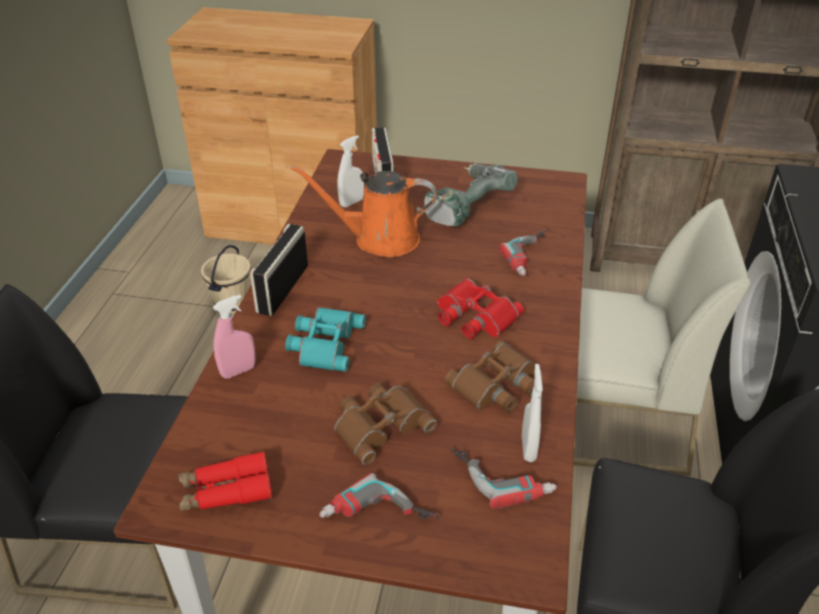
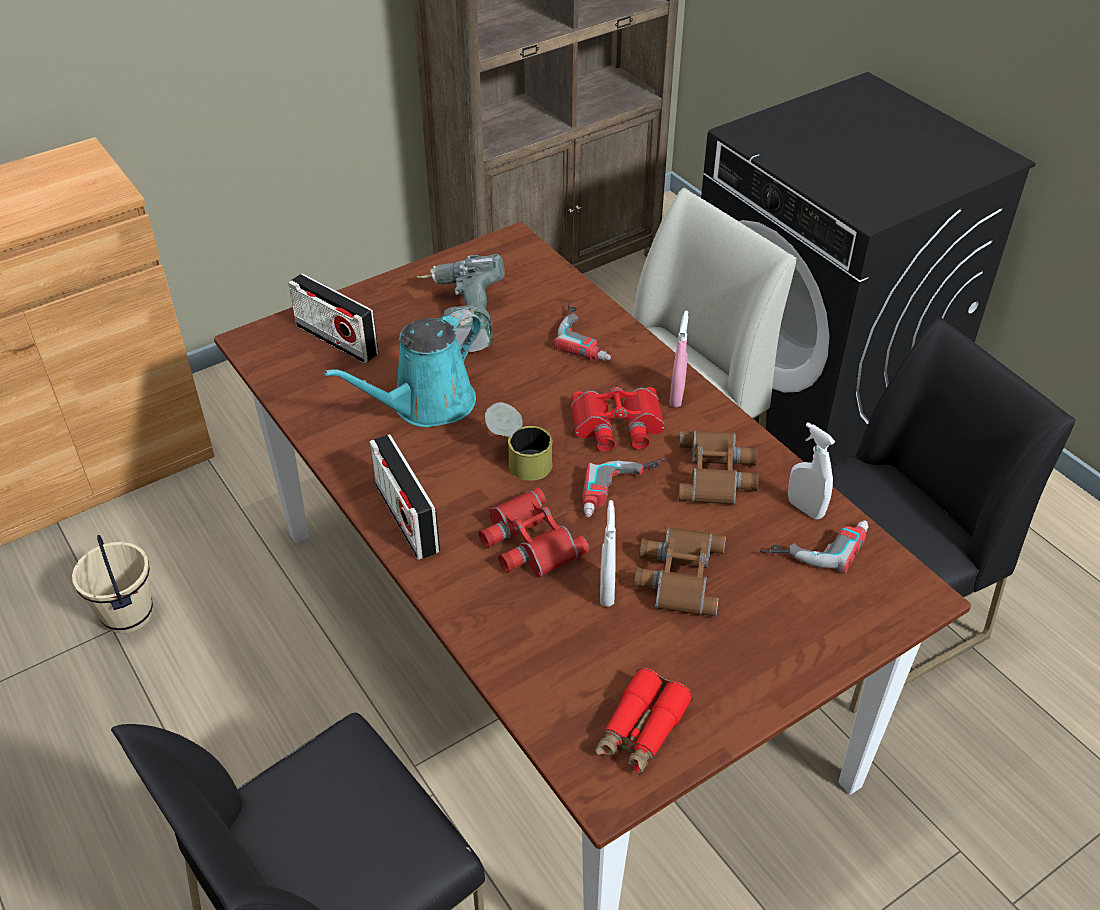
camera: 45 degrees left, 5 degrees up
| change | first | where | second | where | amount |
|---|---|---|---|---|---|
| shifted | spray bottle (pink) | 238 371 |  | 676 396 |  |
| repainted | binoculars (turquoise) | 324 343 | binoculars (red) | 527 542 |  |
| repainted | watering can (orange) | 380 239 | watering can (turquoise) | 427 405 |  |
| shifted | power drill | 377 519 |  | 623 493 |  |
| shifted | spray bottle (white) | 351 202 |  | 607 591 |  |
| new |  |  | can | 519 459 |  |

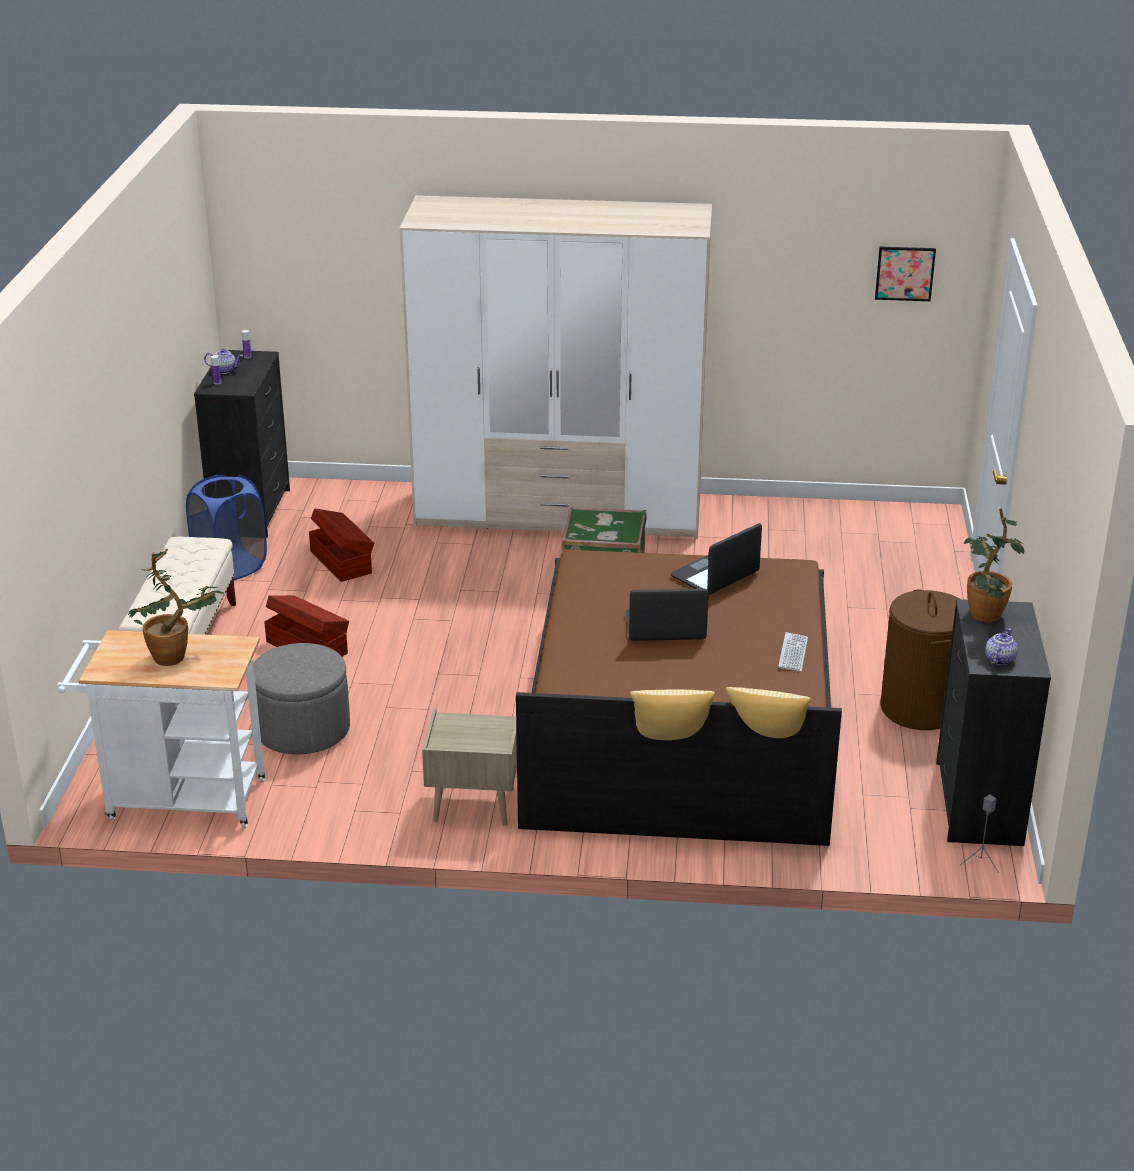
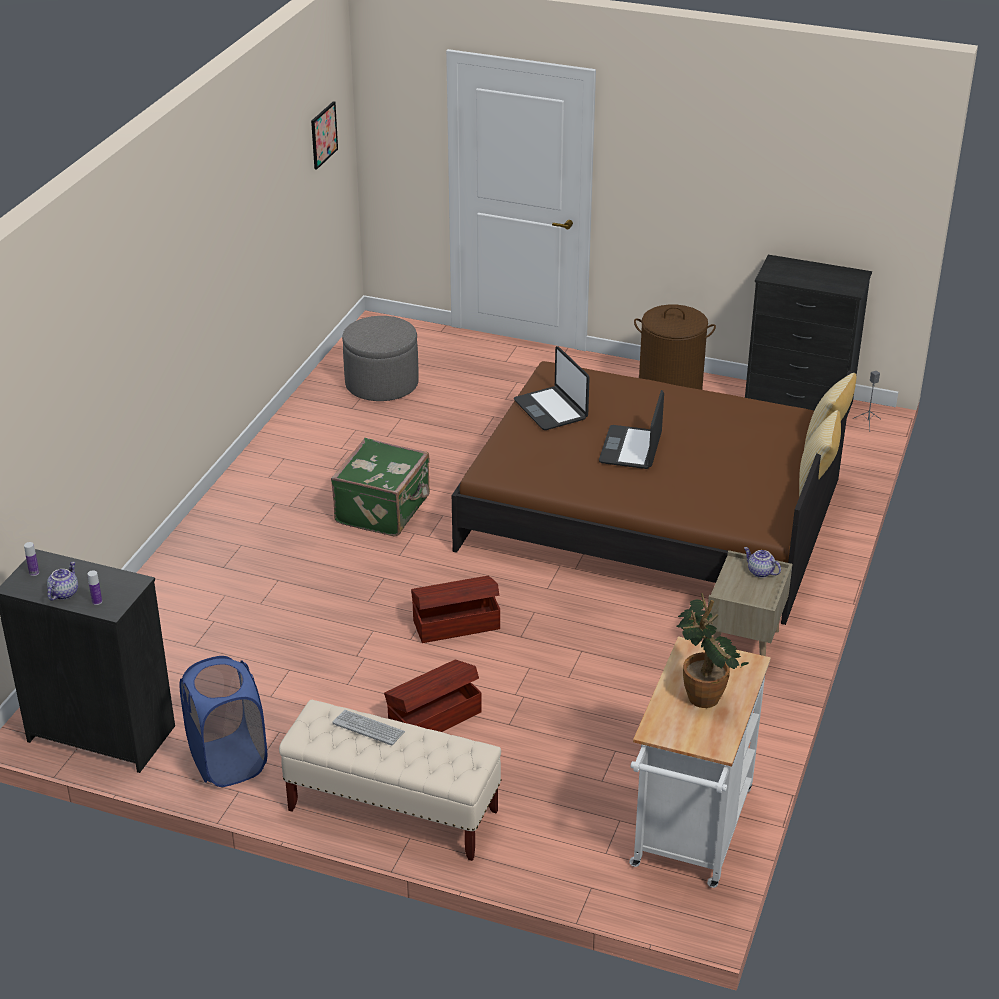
camera: 75 degrees left, 5 degrees up
| change | first | where | second | where | amount |
|---|---|---|---|---|---|
| shifted | ottoman (grey) | 303 730 |  | 381 384 |  |
| shifted | storage box (brown) | 341 561 |  | 455 624 |  |
| gone | wardrobe | 559 512 |  |  |  |
| shifted | keyboard | 793 653 |  | 368 728 |  |
| gone | potted plant | 983 618 |  |  |  |
| shifted | teapot | 999 659 |  | 760 572 |  |

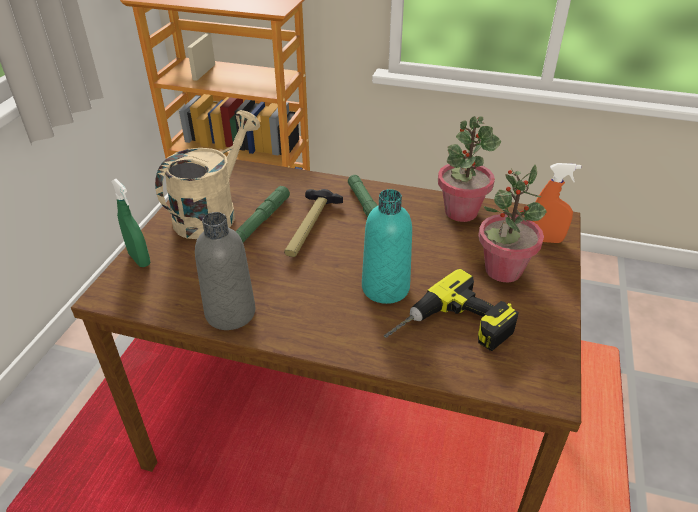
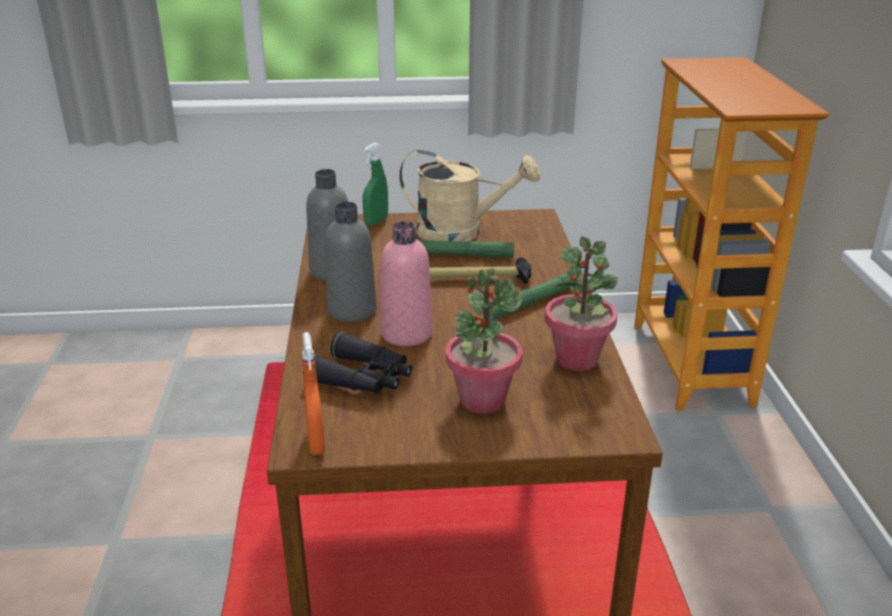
camera: 70 degrees right, 10 degrees down
| change | first | where | second | where | amount |
|---|---|---|---|---|---|
| repainted | bottle (turquoise) | 385 288 | bottle (pink) | 406 334 |  |
| swapped | power drill | 451 330 | binoculars (black) | 363 378 |  |
| shifted | spray bottle (orange) | 545 240 |  | 316 443 |  |
| new |  |  | bottle (grey) | 352 310 |  |

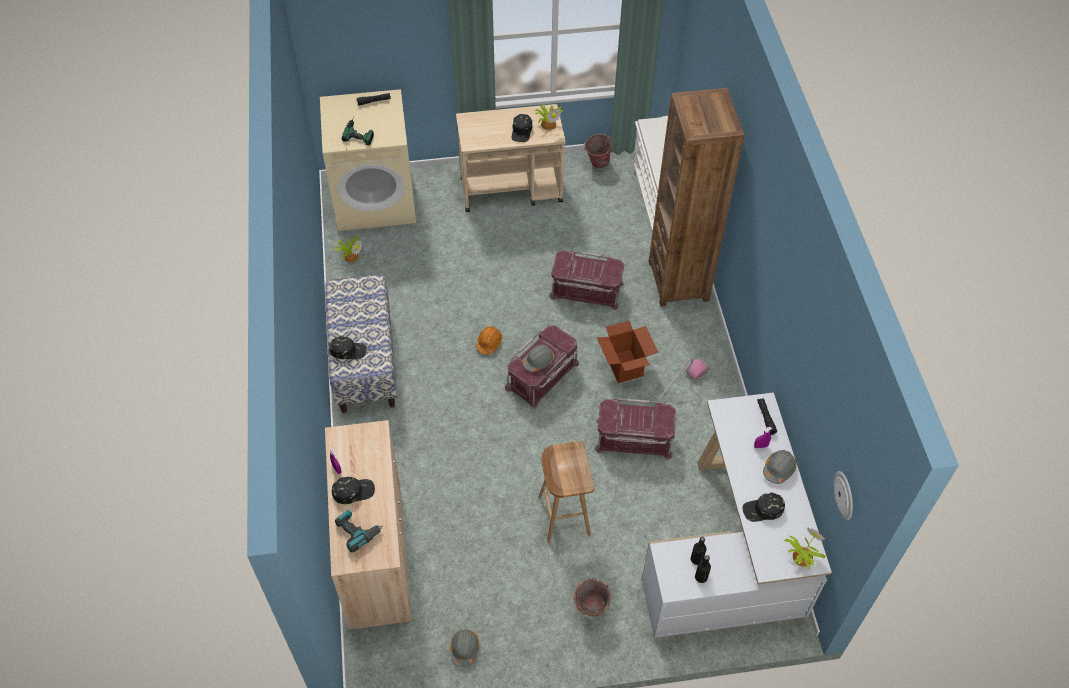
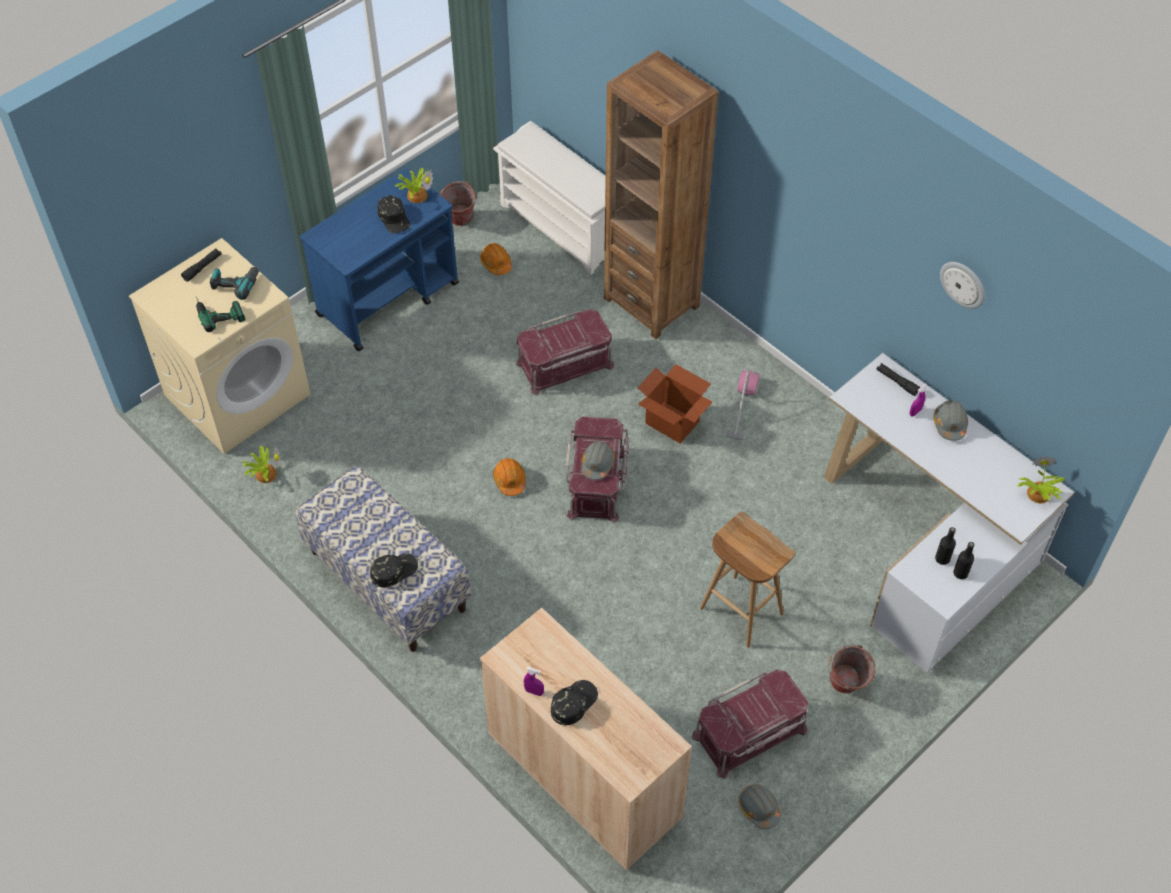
camera: 35 degrees left, 0 degrees up
| change | first | where | second | where | amount |
|---|---|---|---|---|---|
| shifted | power drill | 357 531 |  | 236 284 |  |
| repainted | cart (beige) | 512 189 | cart (blue) | 389 299 |  |
| shifted | storage box (red) | 634 439 |  | 750 734 |  |
| gone | cap (black) | 763 510 |  |  |  |
| shifted | wall clock | 845 495 |  | 963 284 |  |
| new |  |  | hard hat (orange) | 496 263 |  |

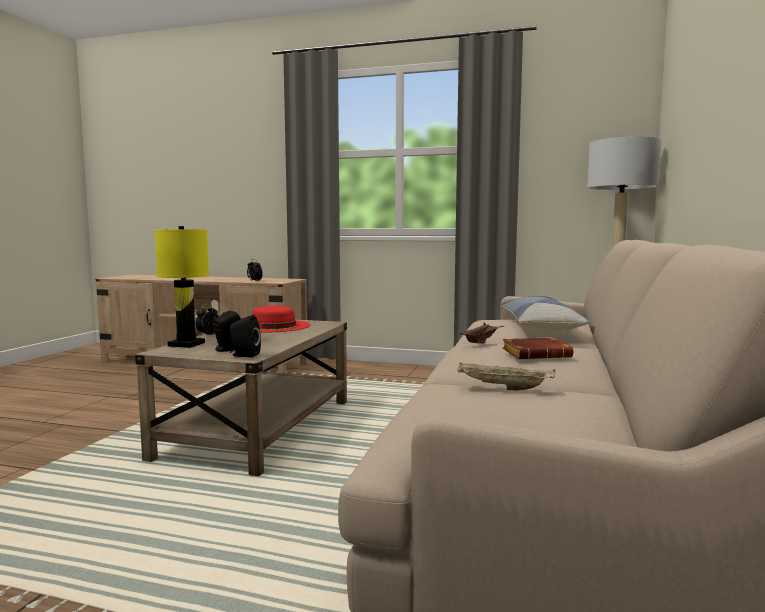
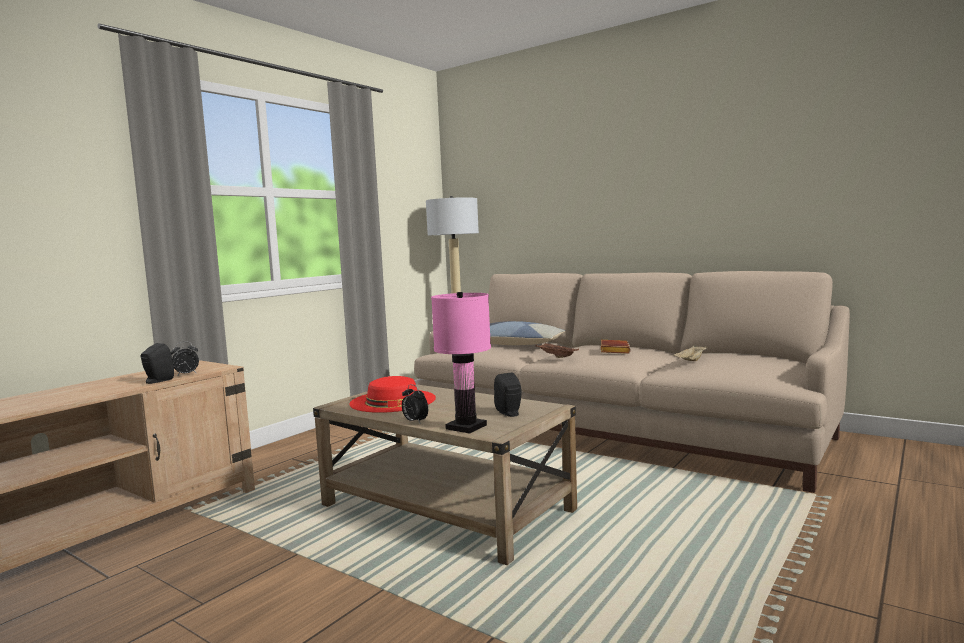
camera: 70 degrees left, 0 degrees up
| change | first | where | second | where | amount |
|---|---|---|---|---|---|
| repainted | table lamp (yellow) | 187 344 | table lamp (pink) | 466 427 |  |
| shifted | speaker (black) | 244 355 |  | 157 381 |  |

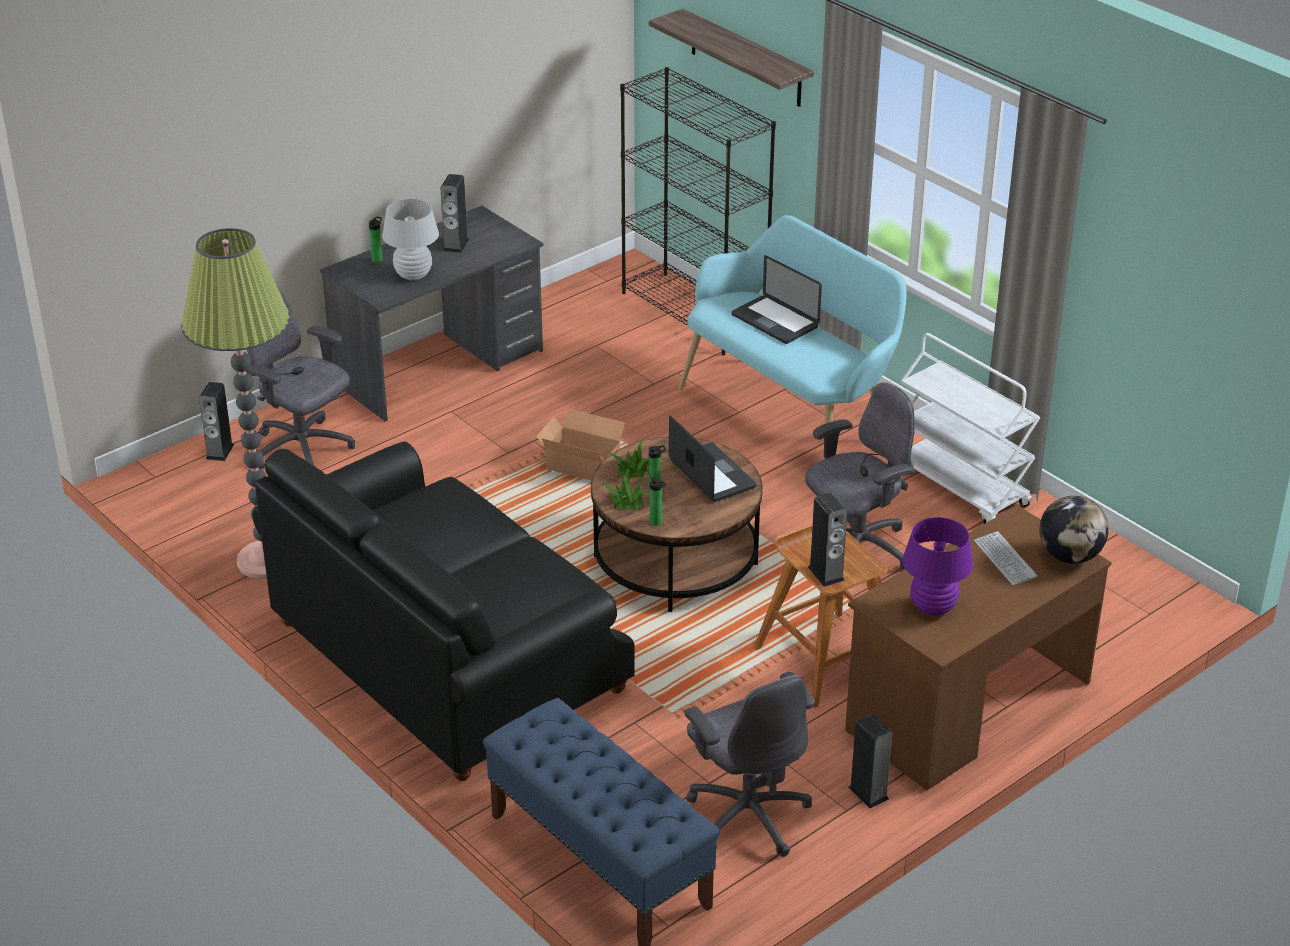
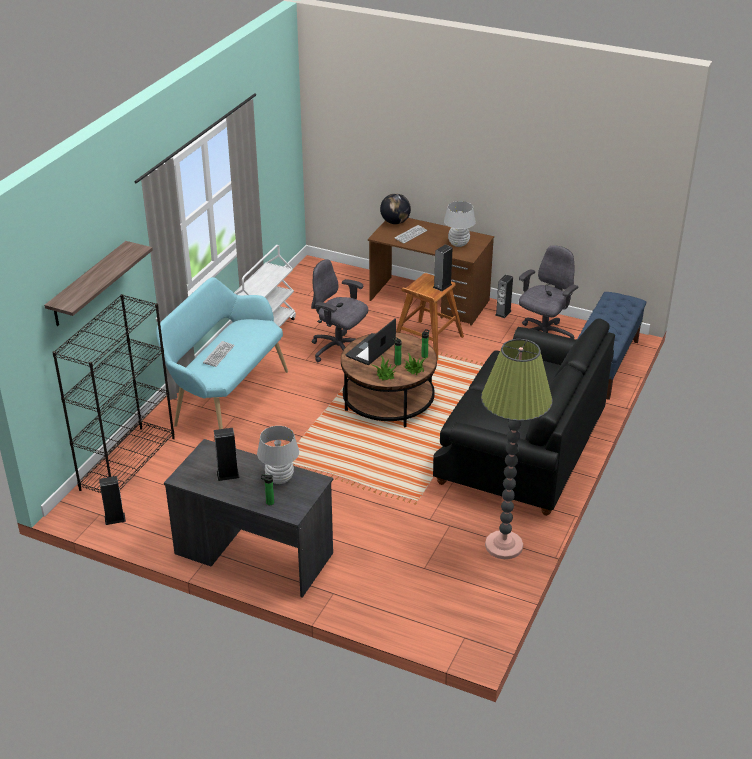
camera: 115 degrees left, 0 degrees up
| change | first | where | second | where | amount |
|---|---|---|---|---|---|
| shifted | speaker | 220 451 |  | 115 518 |  |
| gone | office chair (grey) | 303 450 |  |  |  |
| gone | cardboard box | 582 463 |  |  |  |
| swapped | laptop | 775 321 | keyboard | 219 354 |  |
| repainted | table lamp (purple) | 933 607 | table lamp (white) | 458 244 |  |

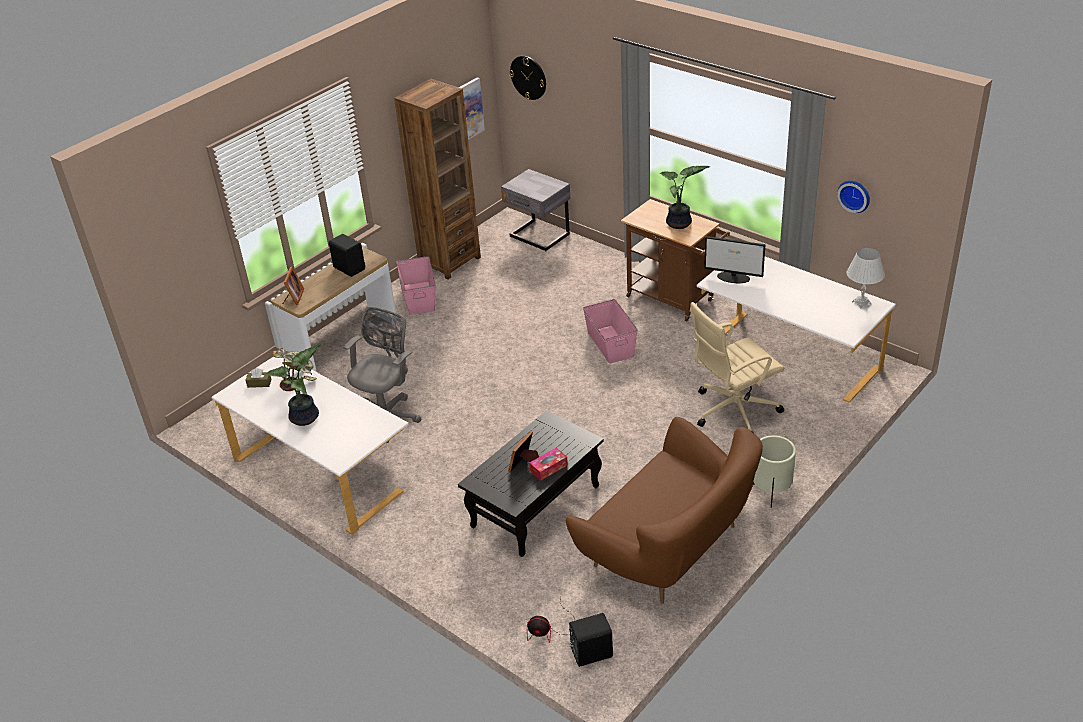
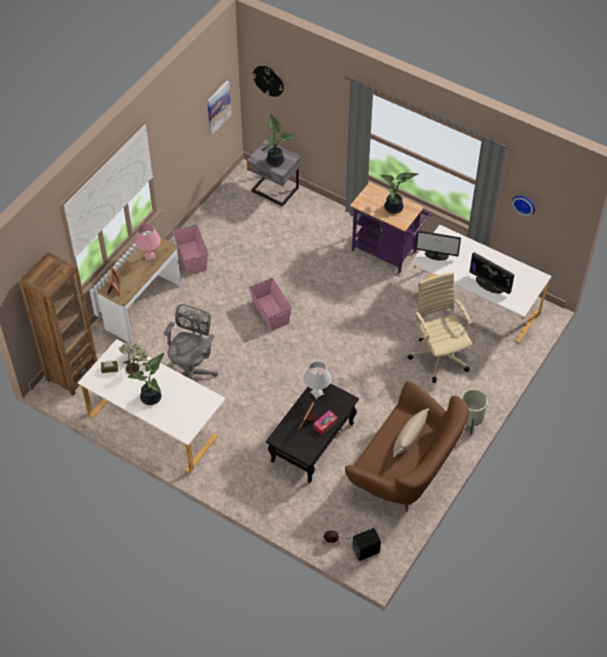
camera: 10 degrees left, 15 degrees up
| change | first | where | second | where | amount |
|---|---|---|---|---|---|
| swapped | speaker (black) | 350 268 | table lamp (pink) | 149 256 |  |
| shifted | bookcase (brown) | 449 262 |  | 72 373 |  |
| shifted | storage box (pink) | 610 344 |  | 270 311 |  |
| repainted | cart (brown) | 674 300 | cart (purple) | 387 253 |  |
| rotated | office chair (beige) | 733 411 |  | 439 355 | 105 degrees clockwise |
| shifted | table lamp (white) | 861 302 |  | 317 393 |  |
| new |  |  | potted plant | 276 160 |  |
| new |  |  | pillow (beige) | 409 438 |  |
| new |  |  | monitor | 489 284 |  |

